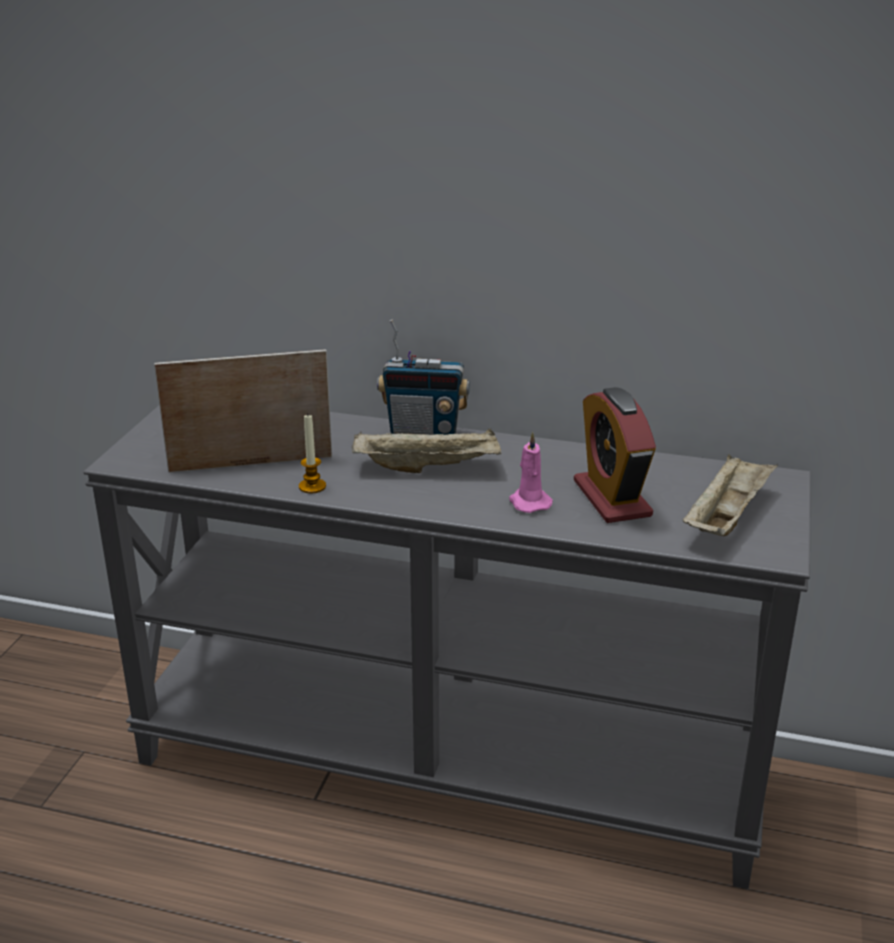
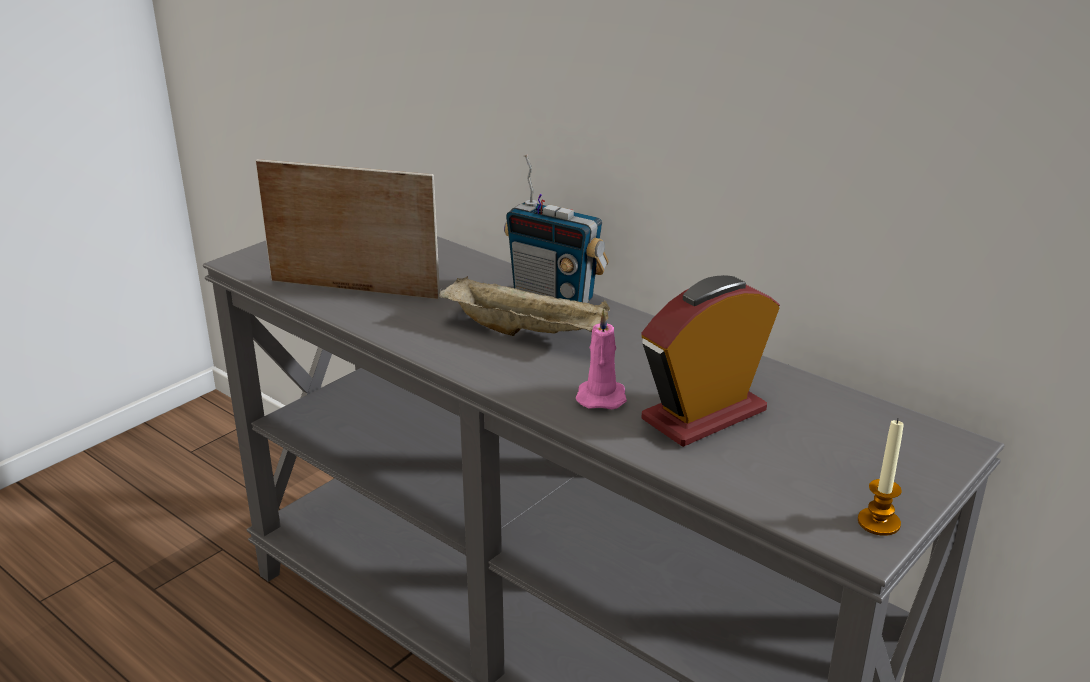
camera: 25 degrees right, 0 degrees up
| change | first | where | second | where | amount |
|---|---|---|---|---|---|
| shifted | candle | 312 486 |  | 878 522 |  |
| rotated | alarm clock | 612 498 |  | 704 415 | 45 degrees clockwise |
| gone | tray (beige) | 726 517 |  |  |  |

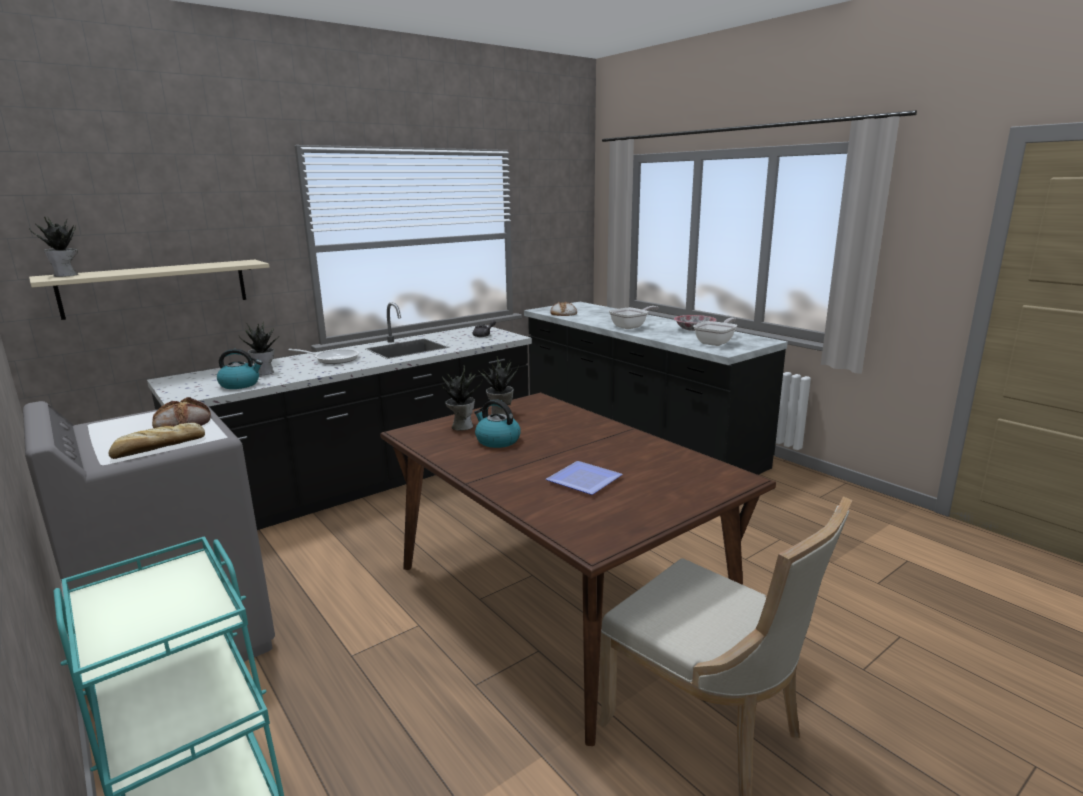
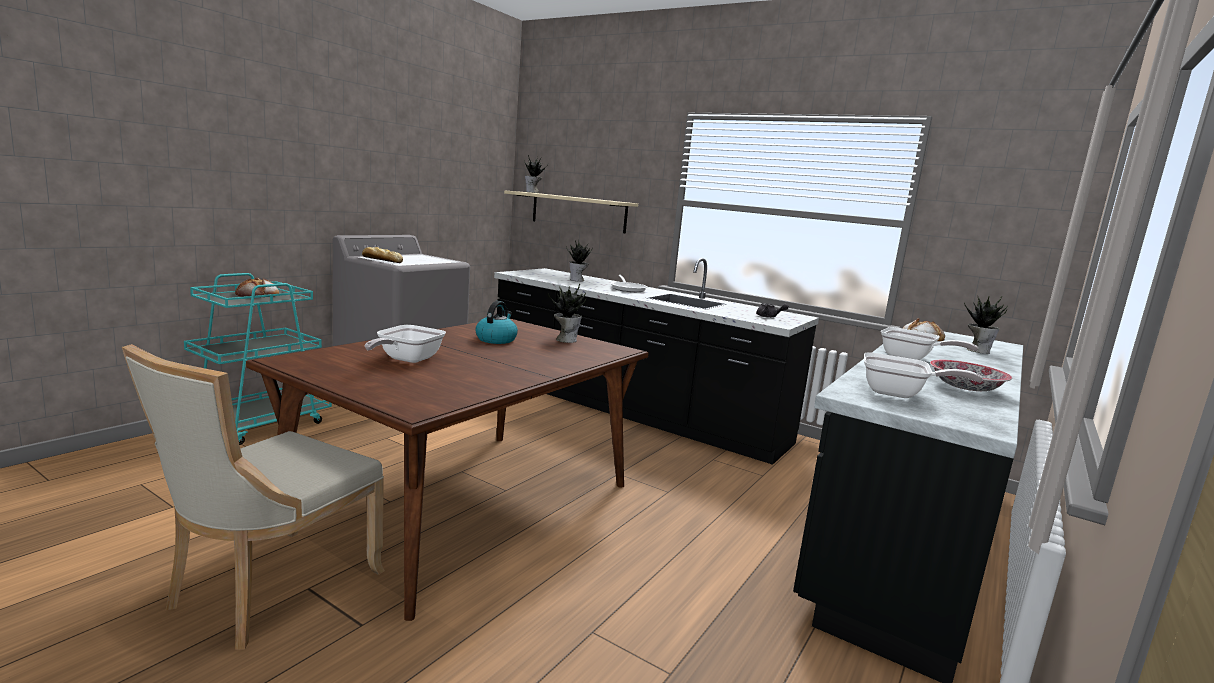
camera: 70 degrees right, 5 degrees down
| change | first | where | second | where | amount |
|---|---|---|---|---|---|
| shifted | bread | 183 422 |  | 258 294 |  |
| gone | kettle | 240 384 |  |  |  |
| shifted | potted plant | 461 426 |  | 977 350 |  |
| swapped | plate | 584 482 | frying pan | 406 360 |  |

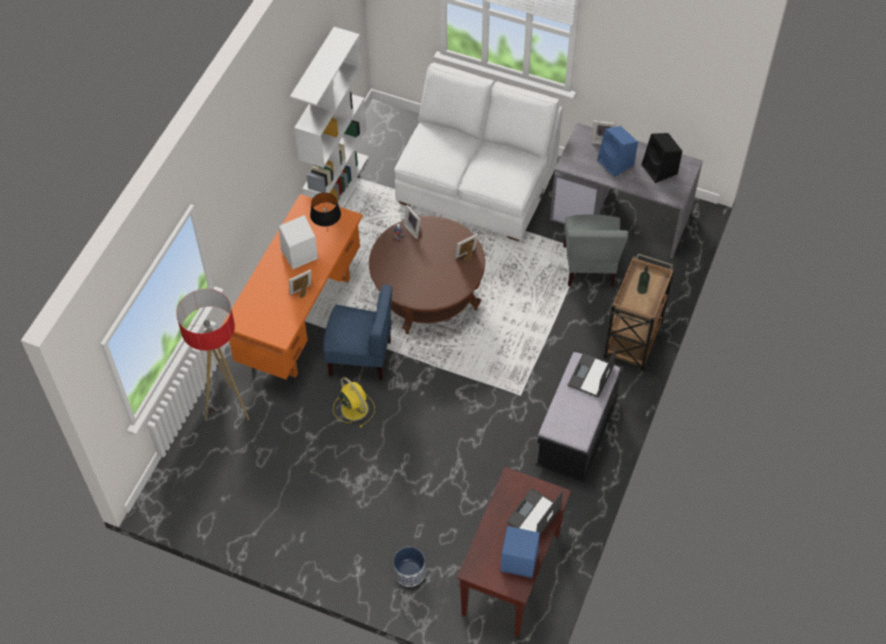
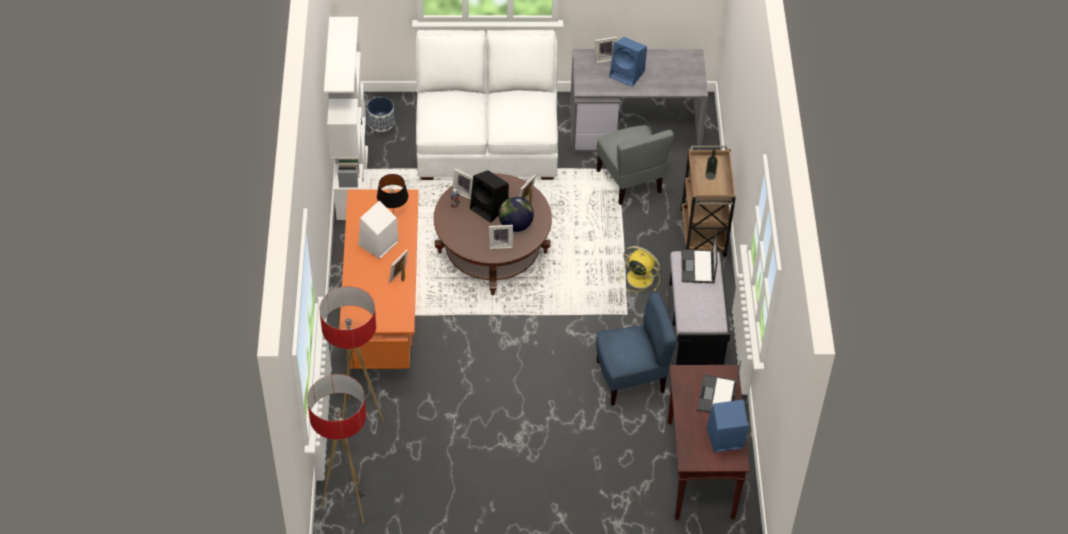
camera: 25 degrees left, 5 degrees down
| change | first | where | second | where | amount |
|---|---|---|---|---|---|
| shifted | chair (blue) | 360 357 |  | 631 378 |  |
| shifted | fan (yellow) | 353 408 |  | 638 277 |  |
| shifted | planter | 409 573 |  | 381 123 |  |
| shifted | speaker (black) | 660 170 |  | 490 208 |  |
| new |  |  | floor lamp | 348 505 |  |
| new |  |  | picture frame | 500 244 |  |
| new |  |  | globe | 515 225 |  |

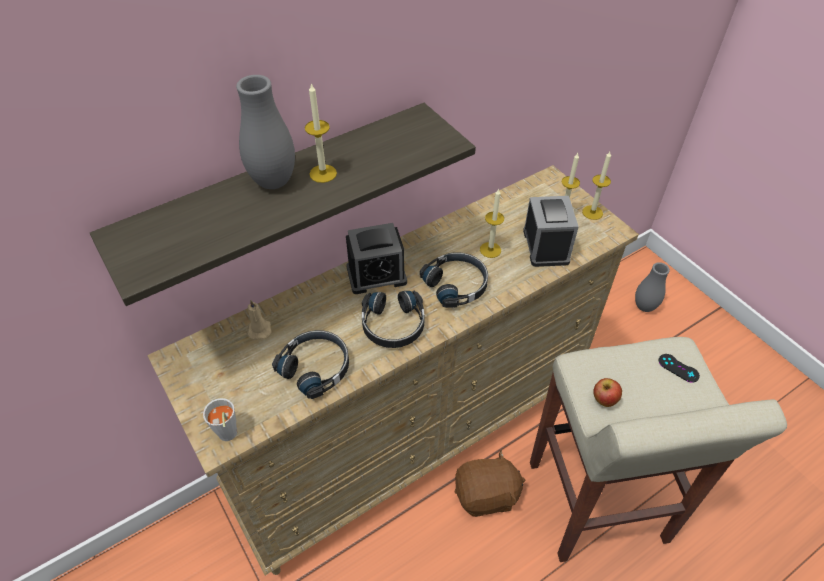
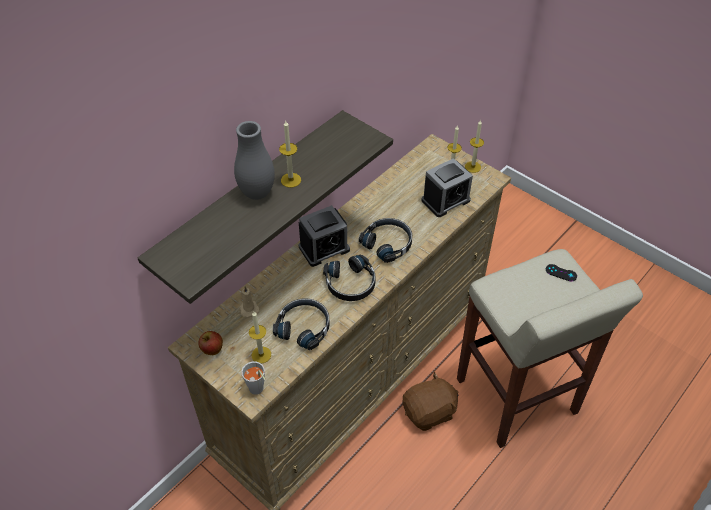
camera: 15 degrees left, 0 degrees up
| change | first | where | second | where | amount |
|---|---|---|---|---|---|
| shifted | candle | 490 250 |  | 261 355 |  |
| rotated | alarm clock | 546 246 |  | 445 200 | 75 degrees clockwise |
| shifted | apple | 604 400 |  | 212 350 |  |
| gone | vase (grey) | 644 307 |  |  |  |

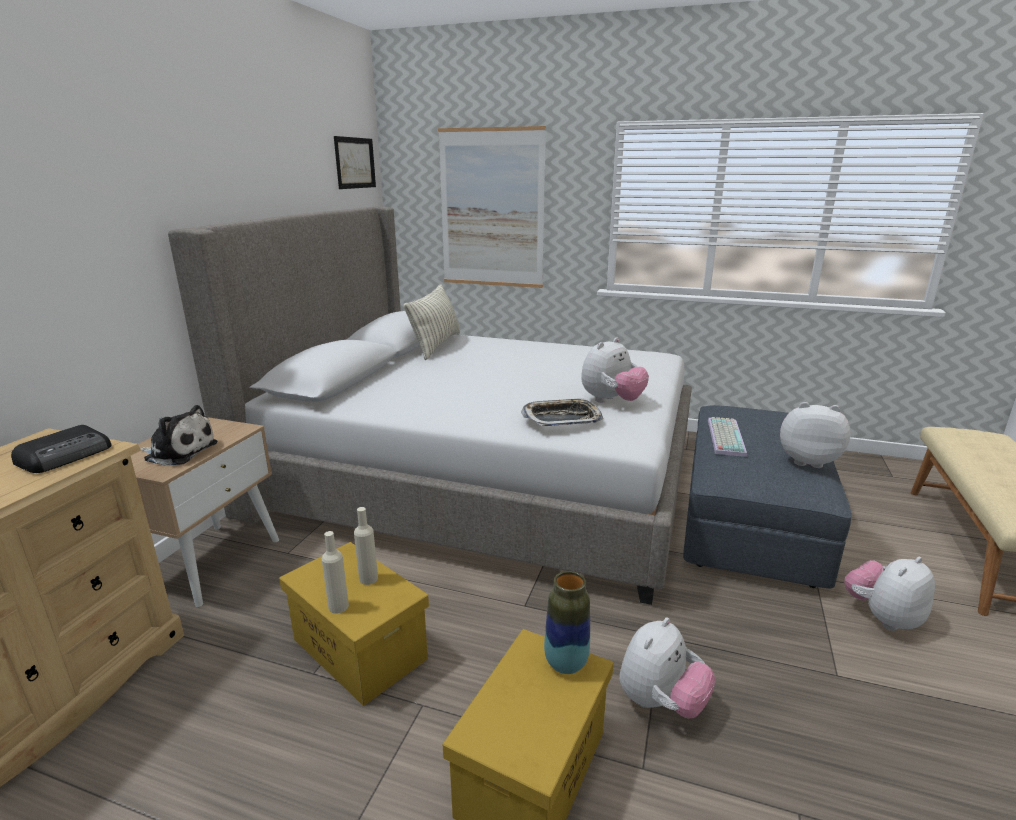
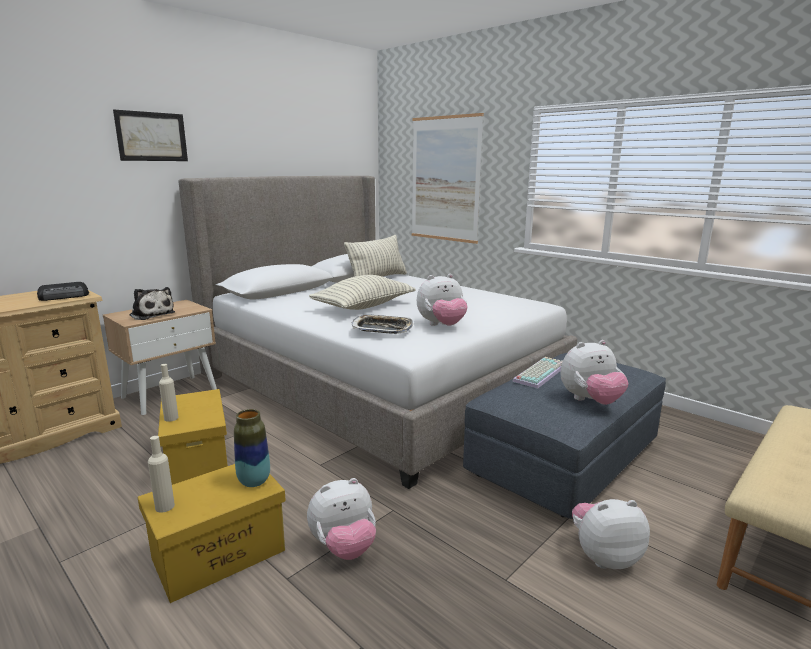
camera: 25 degrees right, 5 degrees down
| change | first | where | second | where | amount |
|---|---|---|---|---|---|
| shifted | picture | 355 163 |  | 152 136 |  |
| shifted | bottle (beige) | 368 578 |  | 165 506 |  |
| rotated | plush toy | 806 460 |  | 590 401 | 120 degrees clockwise |
| new |  |  | pillow | 364 307 |  |

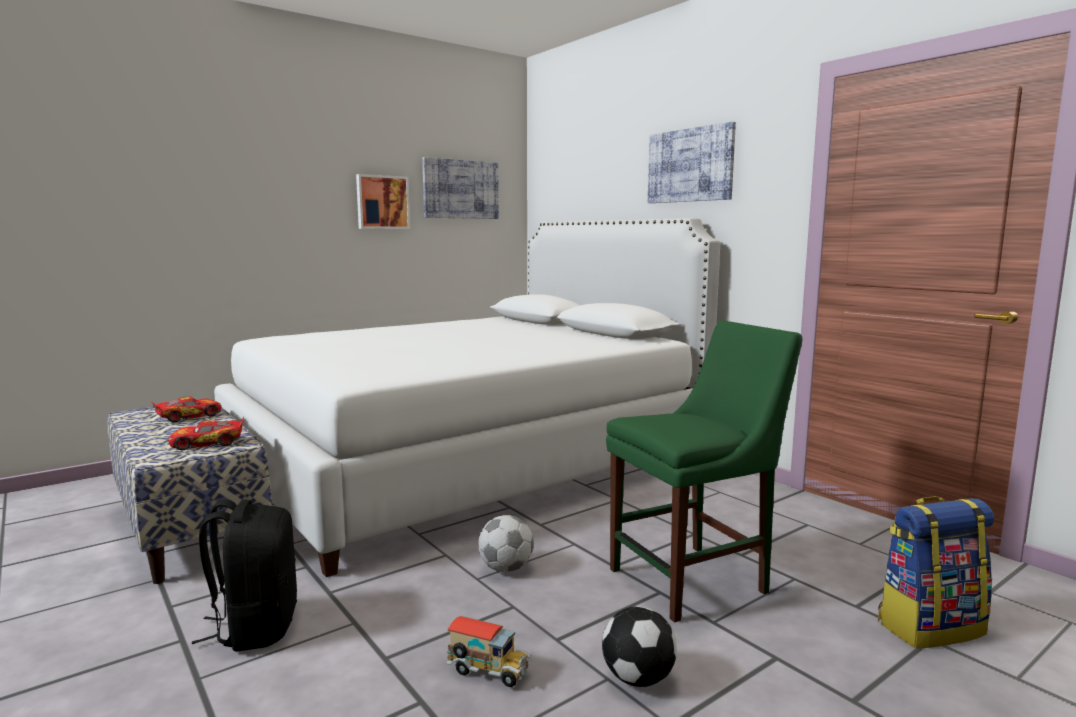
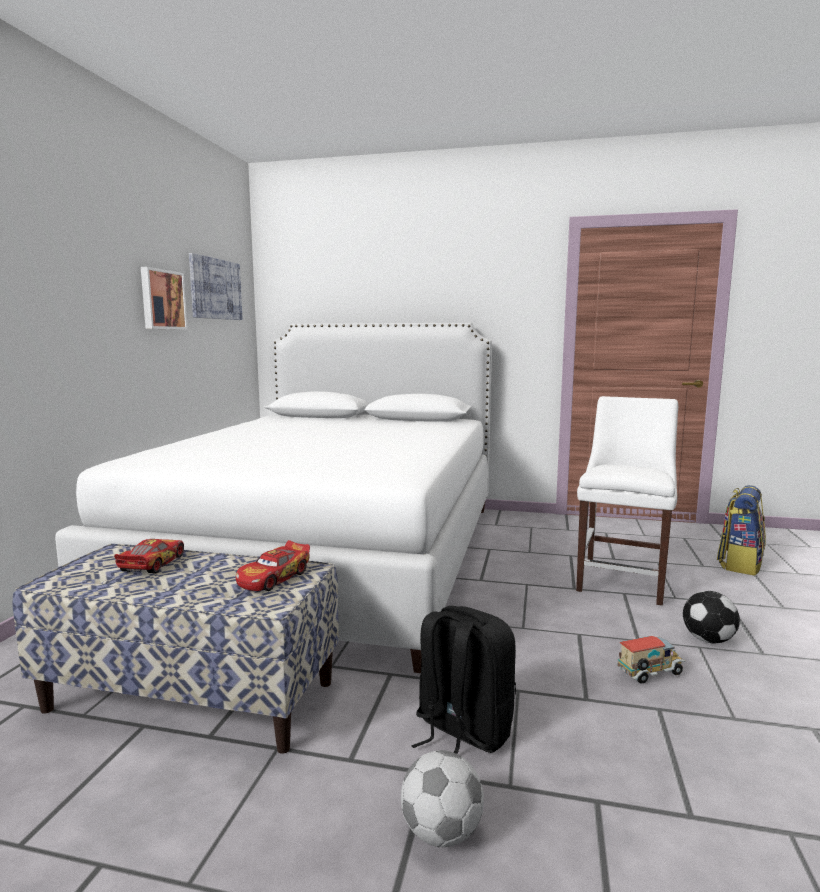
camera: 40 degrees left, 0 degrees up
| change | first | where | second | where | amount |
|---|---|---|---|---|---|
| shifted | football | 505 569 |  | 441 833 |  |
| repainted | chair (green) | 694 579 | chair (white) | 623 580 |  |
| gone | picture | 690 165 |  |  |  |

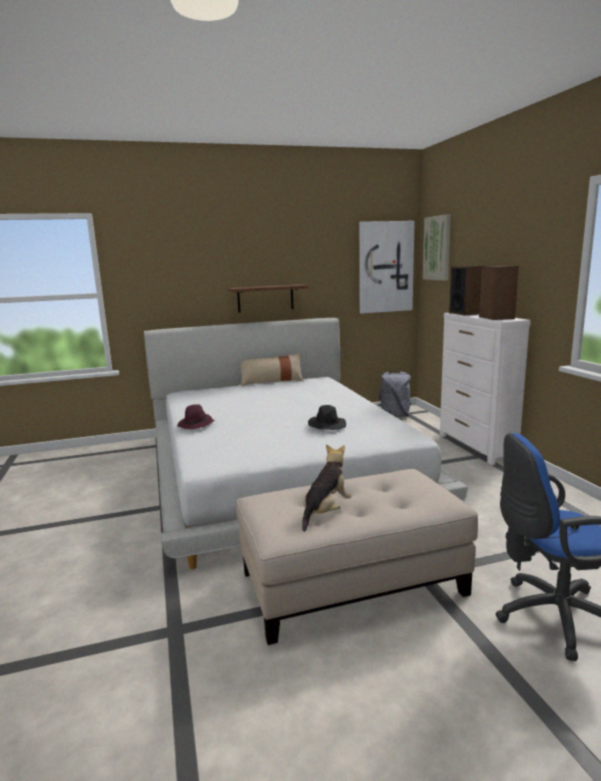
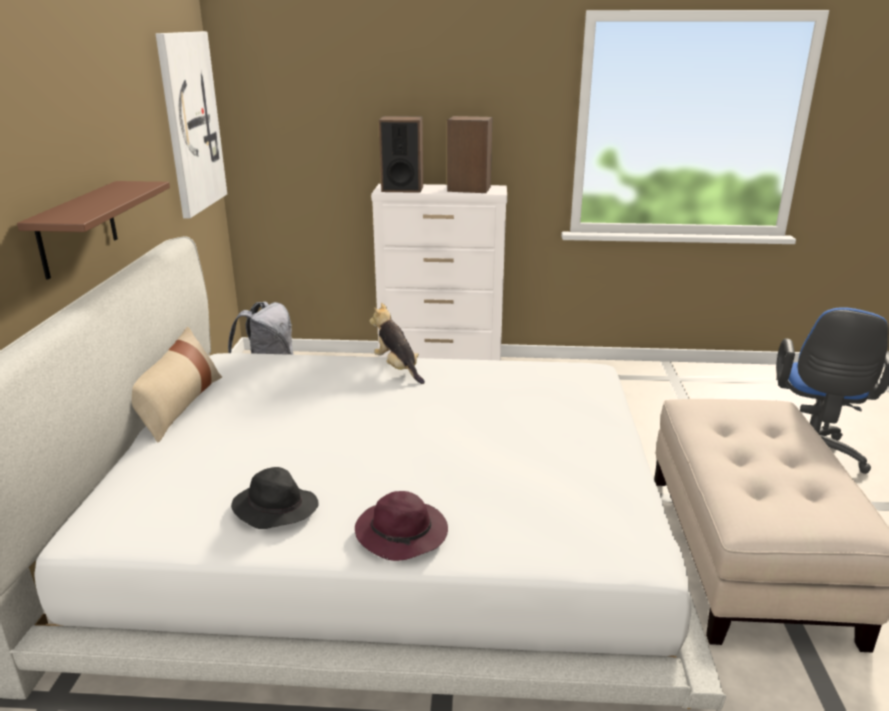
camera: 70 degrees left, 10 degrees up
| change | first | where | second | where | amount |
|---|---|---|---|---|---|
| shifted | plush toy | 326 511 |  | 398 368 |  |
| shifted | hat (black) | 326 426 |  | 274 508 |  |
| gone | picture | 437 248 |  |  |  |

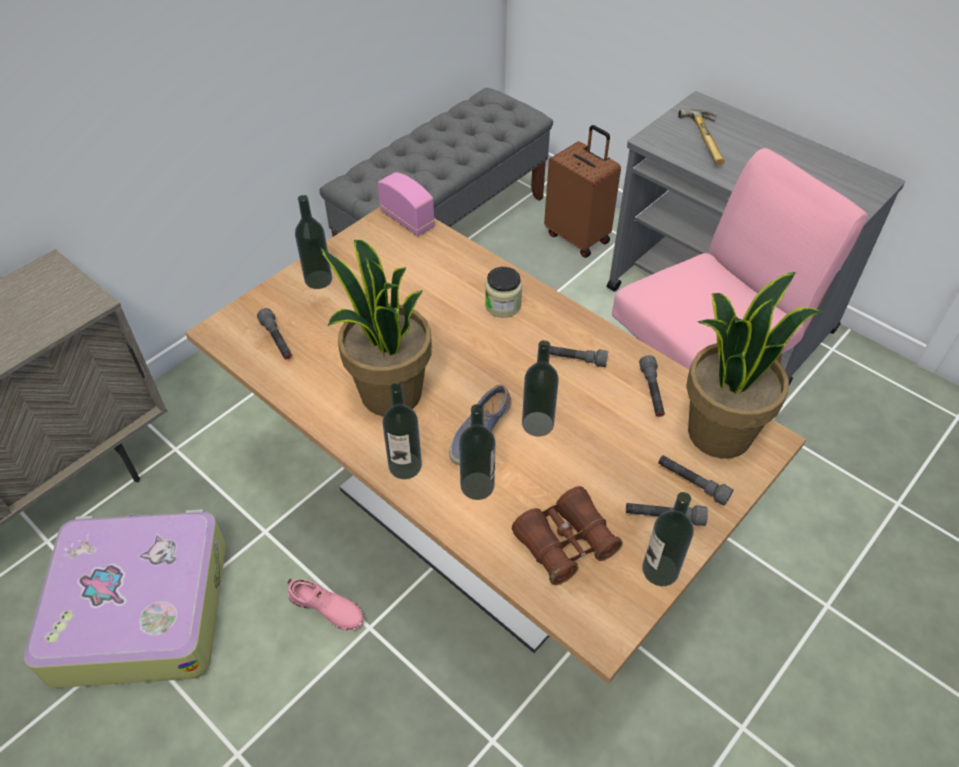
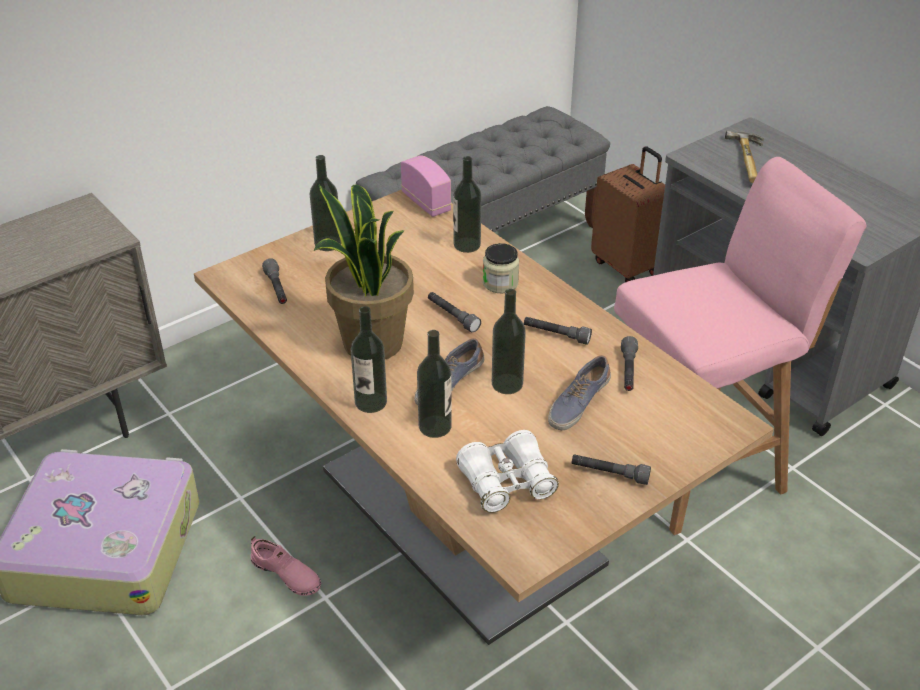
camera: 10 degrees right, 10 degrees down
| change | first | where | second | where | amount |
|---|---|---|---|---|---|
| repainted | binoculars (brown) | 565 543 | binoculars (white) | 506 482 |  |
| shifted | bottle | 660 570 |  | 467 245 |  |
| shifted | flashlight (grey) | 692 483 |  | 452 316 |  |
| gone | potted plant | 719 432 |  |  |  |
| new |  |  | shoe | 577 404 |  |

